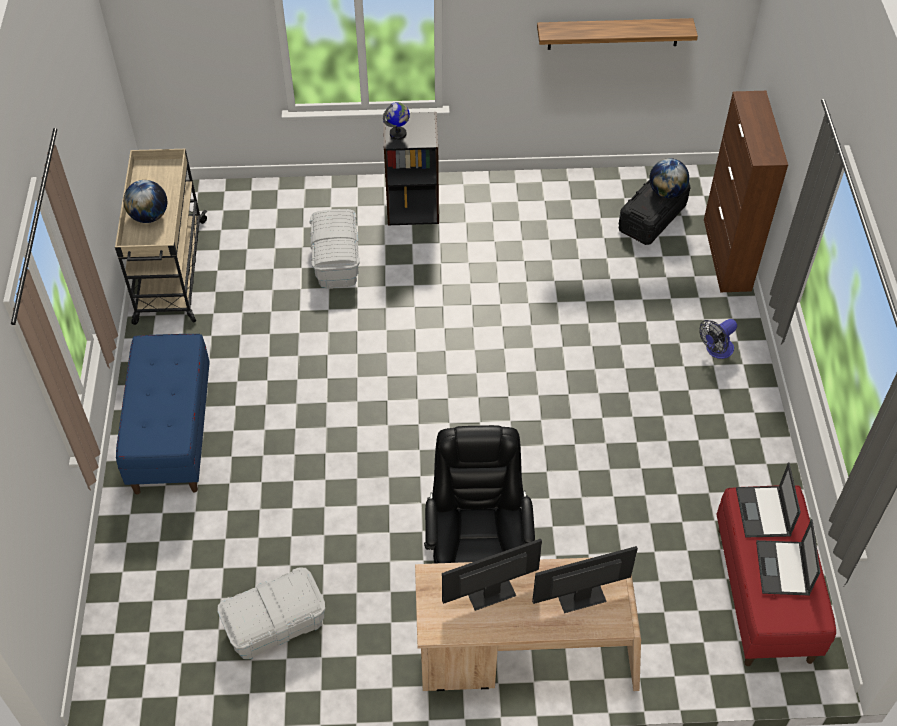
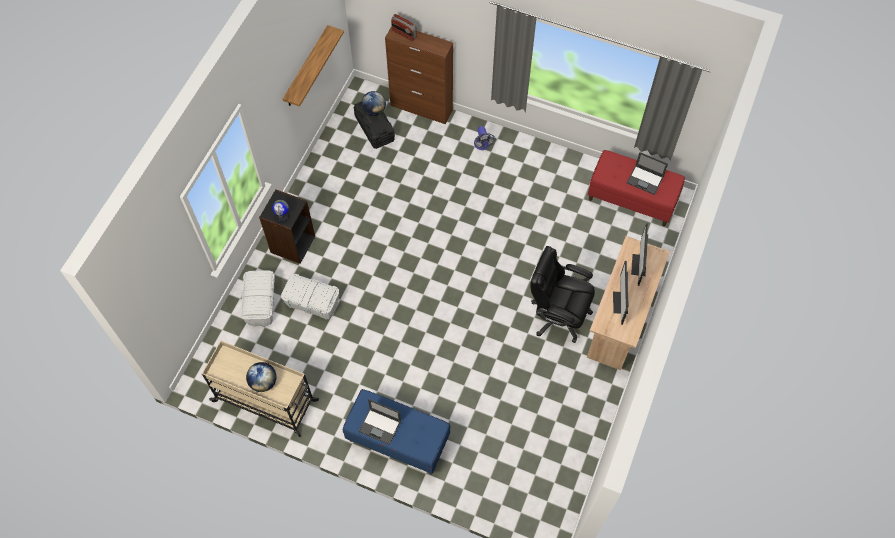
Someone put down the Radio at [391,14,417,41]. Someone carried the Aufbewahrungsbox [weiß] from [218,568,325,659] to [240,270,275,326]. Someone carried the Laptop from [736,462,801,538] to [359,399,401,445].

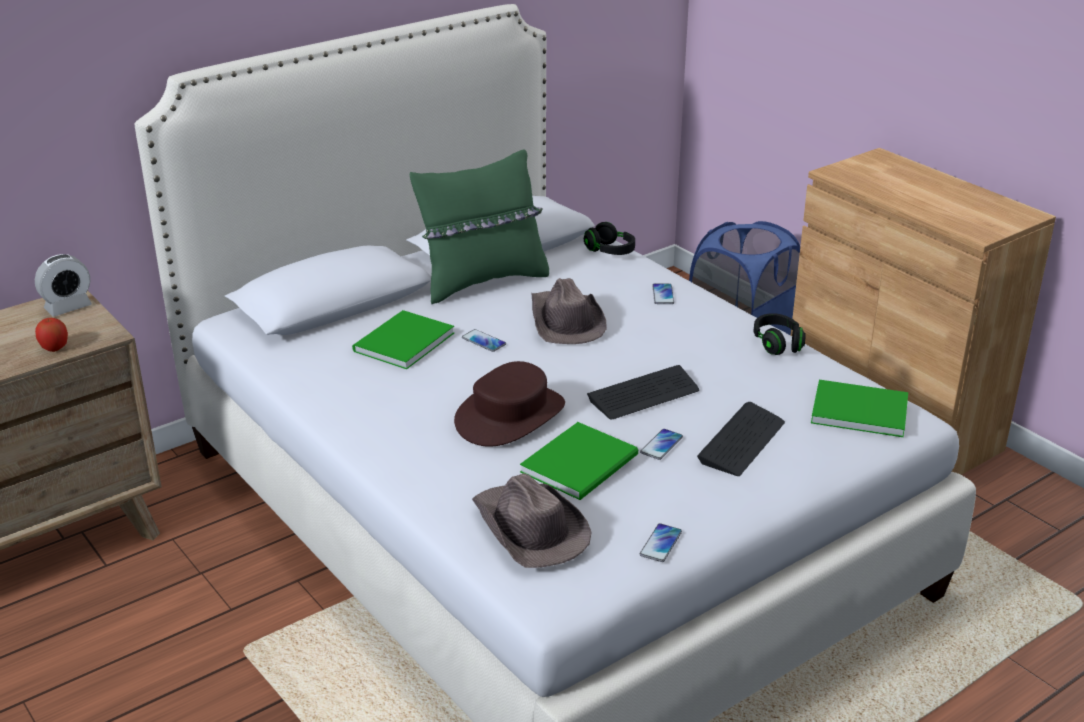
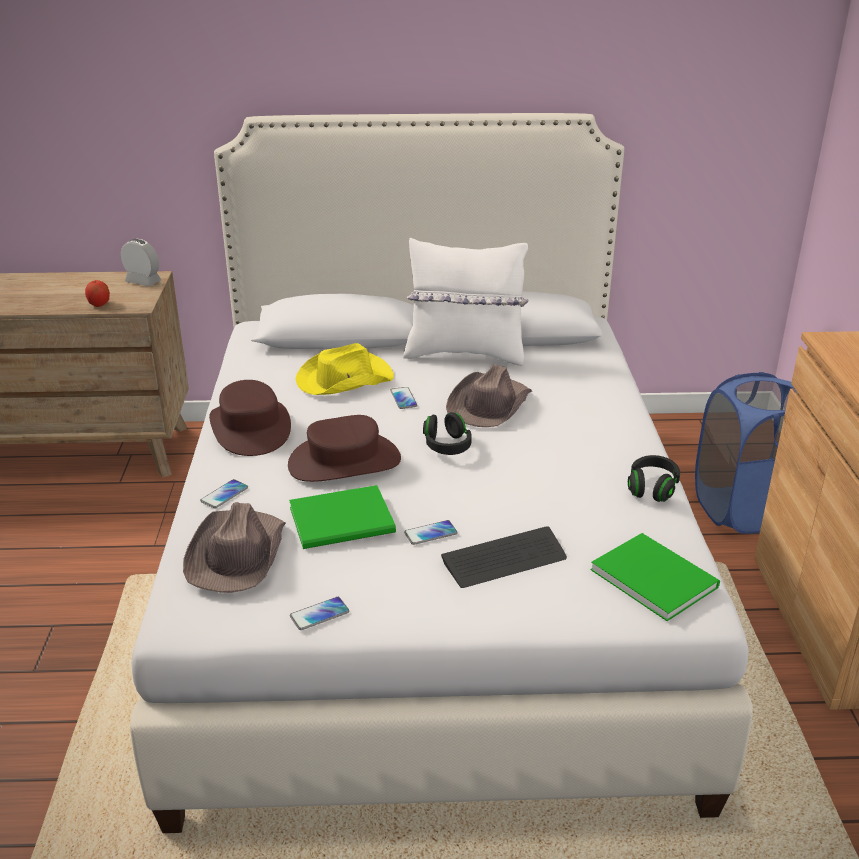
Someone took away the Tastatur at [587,365,699,420]. Someone put down the Hut [braun] at [209,380,291,456]. Someone carried the Kopfhörer [schwarz] from [584,222,635,255] to [423,412,472,455]. Someone carried the Handy from [652,284,674,304] to [200,479,248,508]. Someone swapped the Buch [grün] at [352,310,454,369] for the Hut [gelb] at [296,343,394,395]. Someone repainted the Kissen [grün] at [410,150,549,304], which became the Kissen [weiß] at [403,238,529,366]. Someone rotated the Wecker at [35,254,92,316] by 150 degrees counterclockwise.

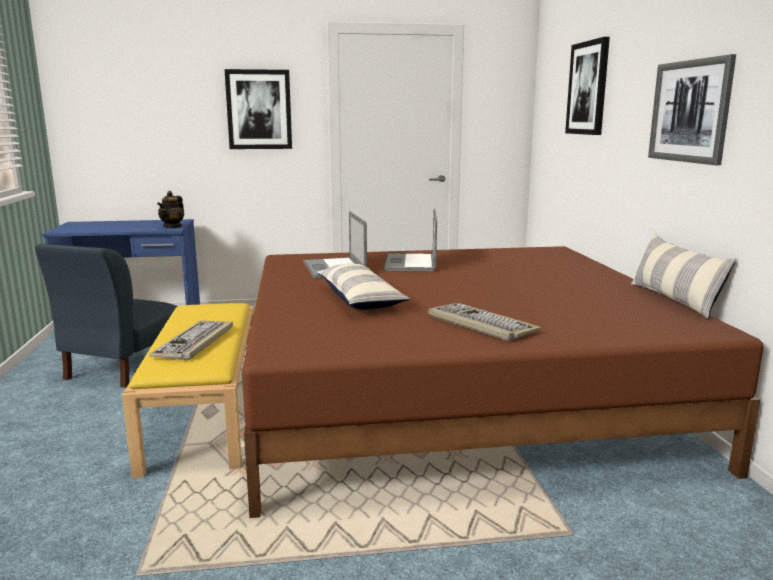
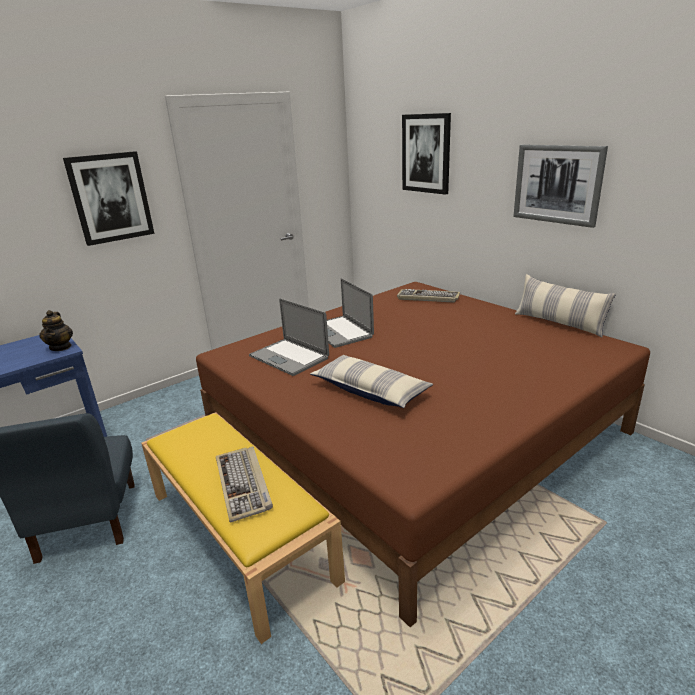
Someone carried the Tastatur from [428,303,541,341] to [397,289,460,303].

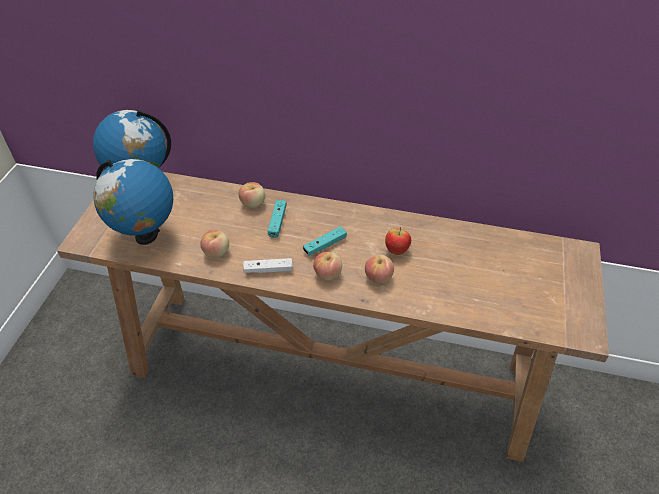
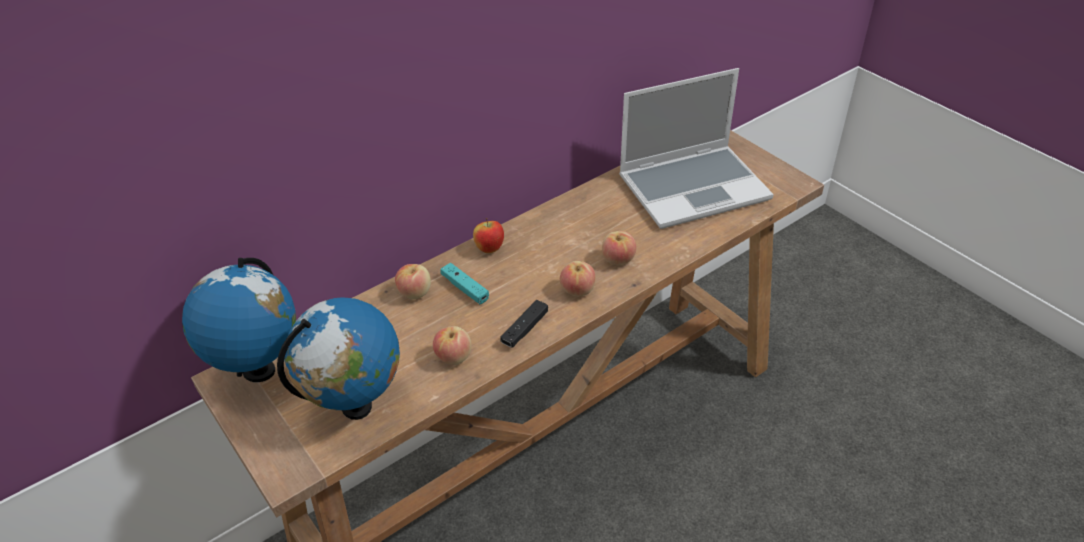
Someone took away the Gamepad [türkis] at [303,226,347,256]. Someone put down the Laptop at [619,68,774,229]. Someone carried the Apfel from [385,227,411,255] to [473,218,504,253]. Someone repainted the Gamepad [weiß] at [243,258,292,273], which became the Gamepad [schwarz] at [500,300,548,348].

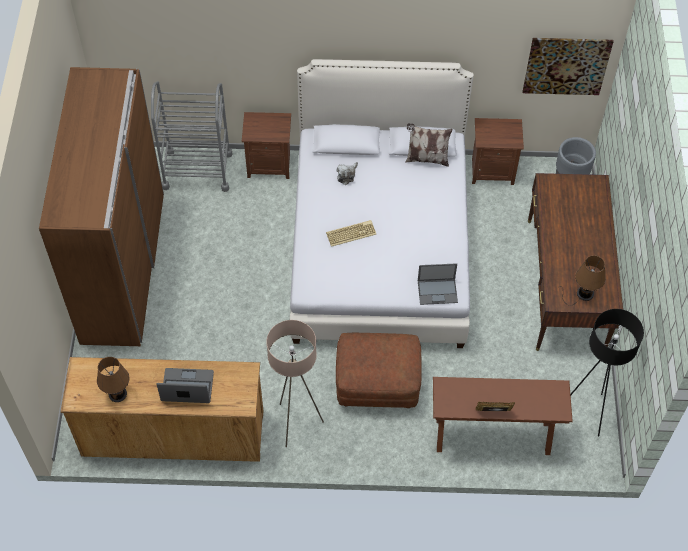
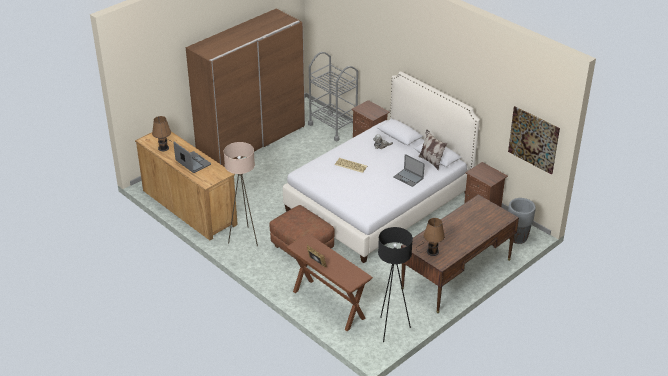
Someone carried the Laptop from [418,263,458,305] to [393,154,425,187].

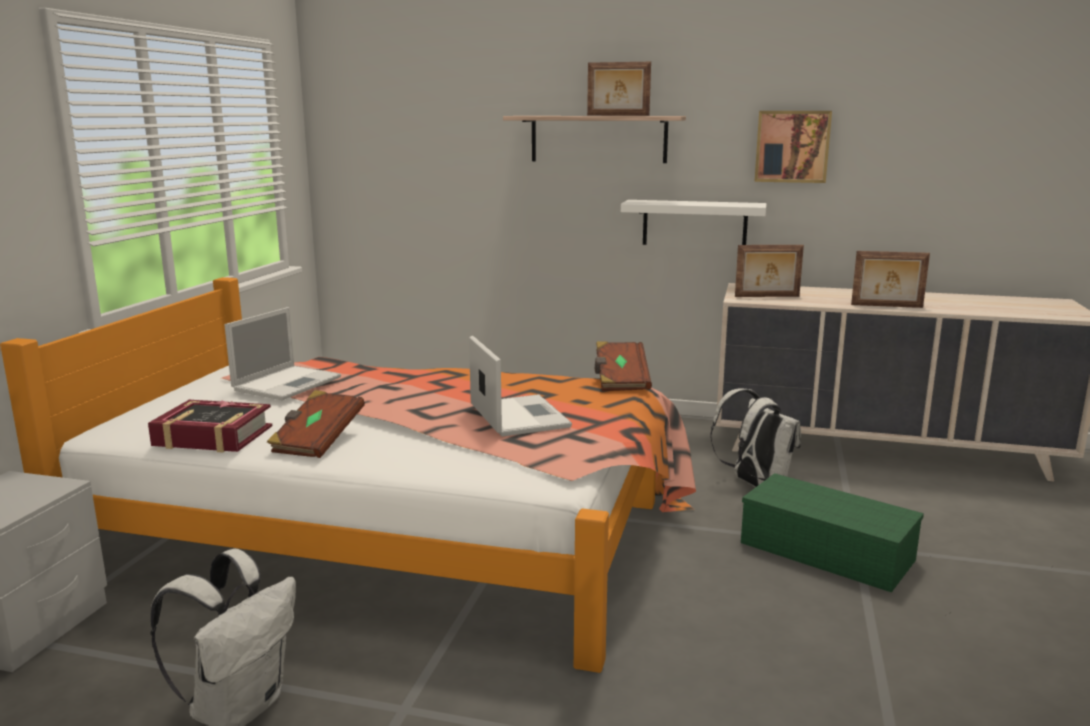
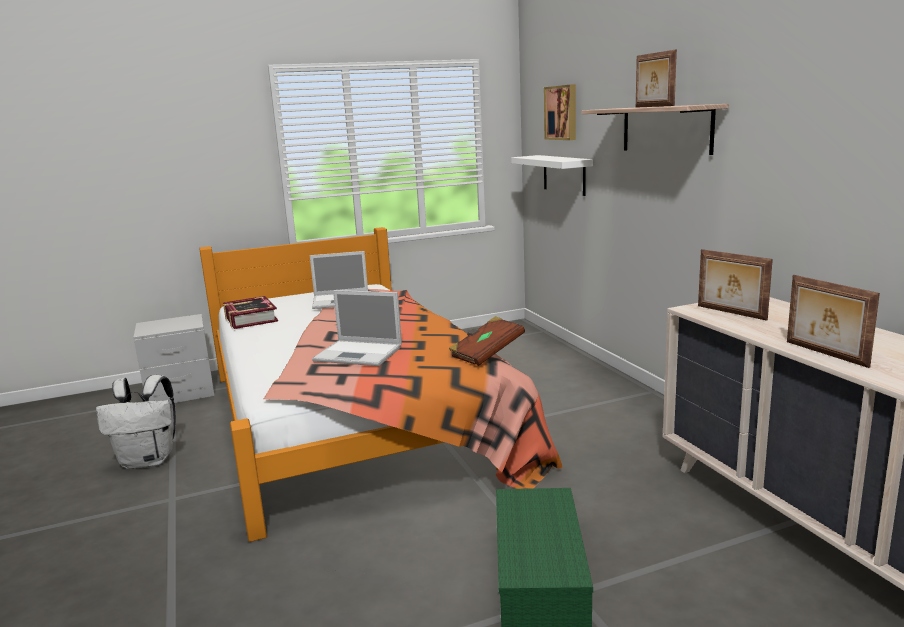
Someone took away the Buch [braun] at [266,390,365,458]. Someone took away the Rucksack [weiß] at [710,388,801,487]. Someone carried the Wandregal [weiß] from [621,200,767,245] to [511,155,593,196]. Someone carried the Bild from [754,111,832,183] to [544,84,576,140]. Someone rotated the Laptop at [469,336,572,437] by 75 degrees clockwise.

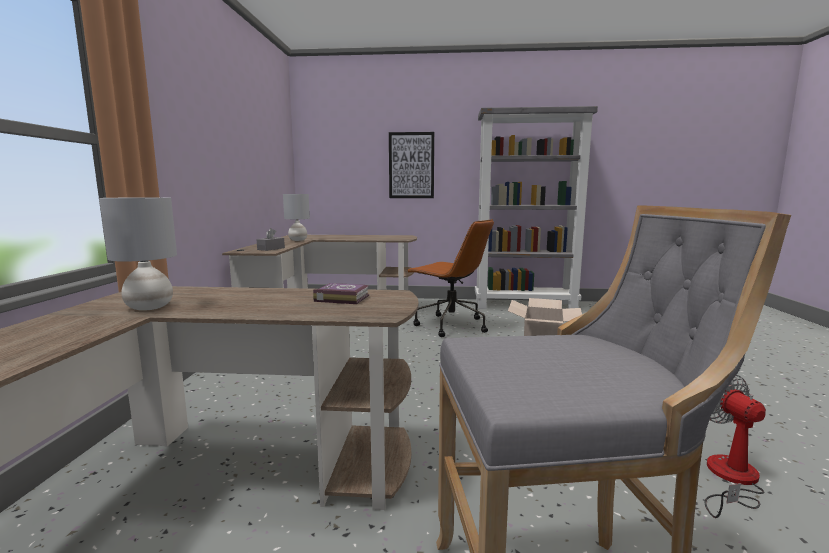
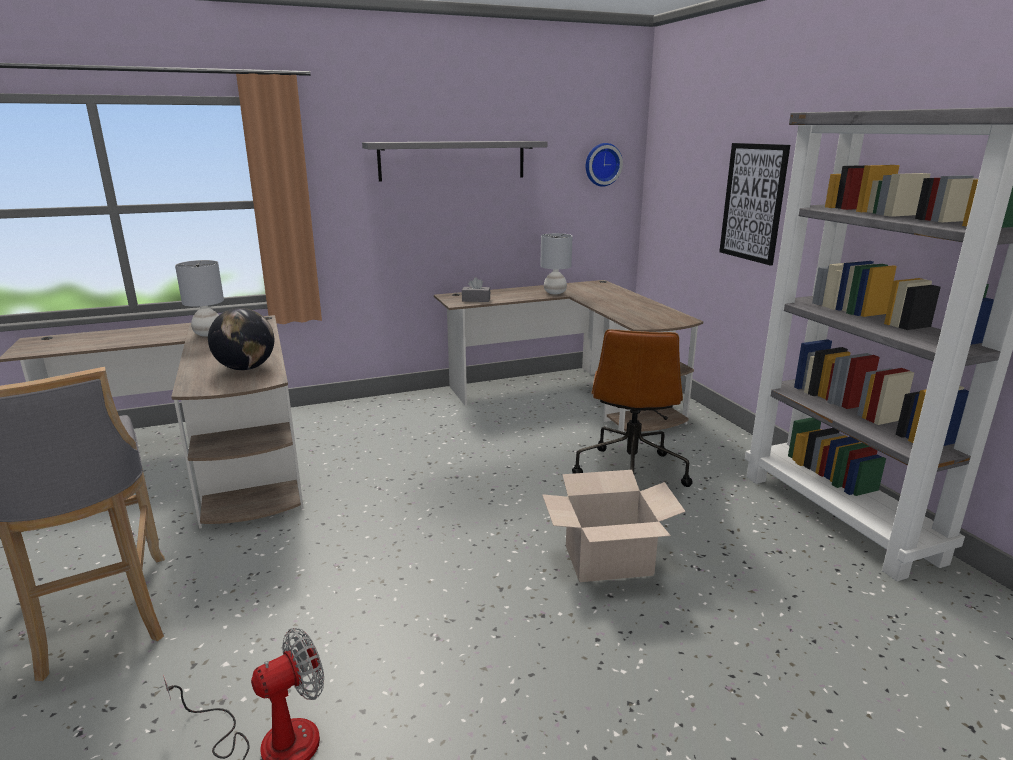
Someone put up the Wandregal [grau] at [362,141,547,182]. Someone put up the Wanduhr at [586,143,623,187]. Someone swapped the Buch at [313,283,369,304] for the Globus at [208,308,274,370].

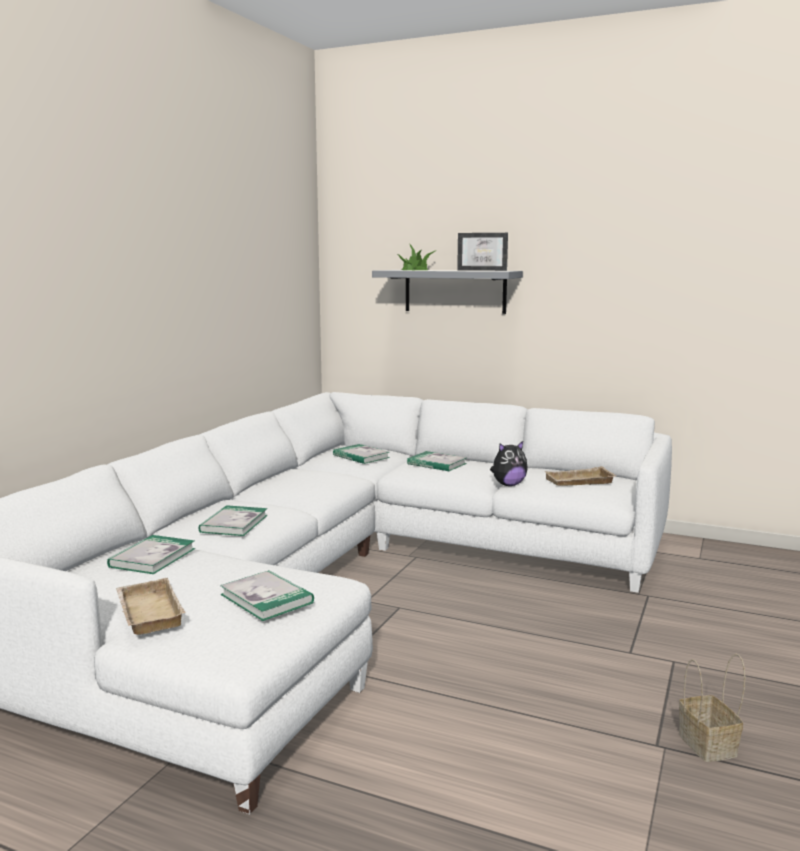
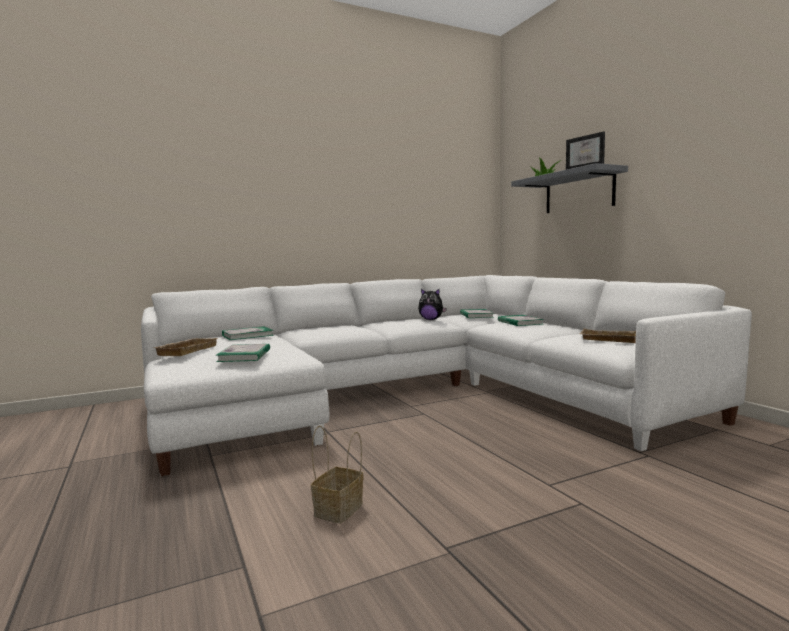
Someone took away the Buch at [199,505,268,536]. Someone carried the Plüschtier from [490,441,528,486] to [418,289,446,320]. Someone carried the Korb from [679,654,745,762] to [311,426,364,524].

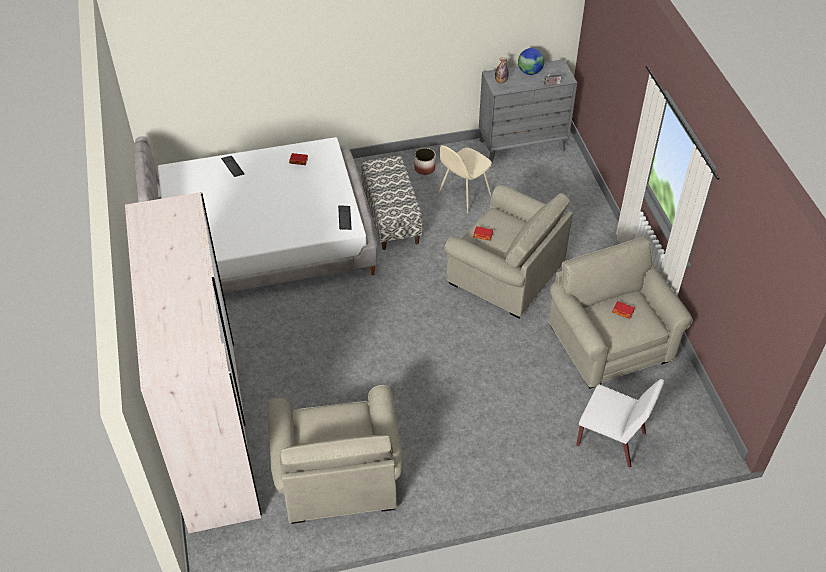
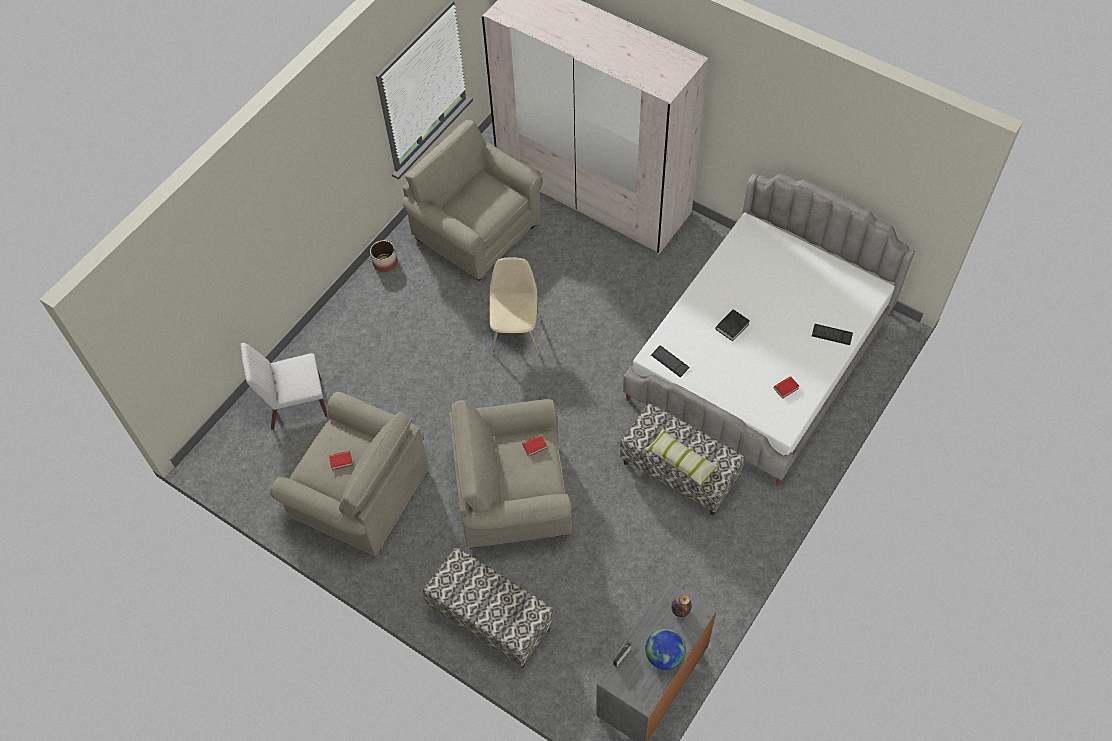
Someone put down the Bank at [423,547,554,668]. Someone put down the Kissen at [644,429,719,487]. Someone put down the Buch [schwarz] at [716,309,750,341]. Someone carried the Pflanzkübel from [414,148,435,175] to [370,240,397,272]. Someone carried the Stuhl [beige] from [438,145,492,213] to [489,257,540,354].

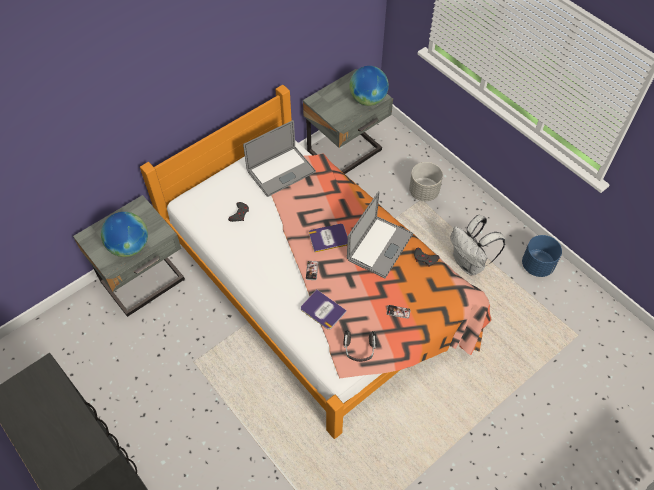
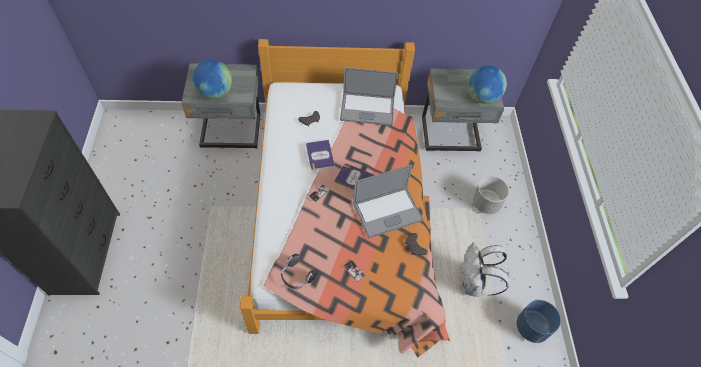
Someone carried the Buch from [301,290,347,330] to [306,140,335,170].

